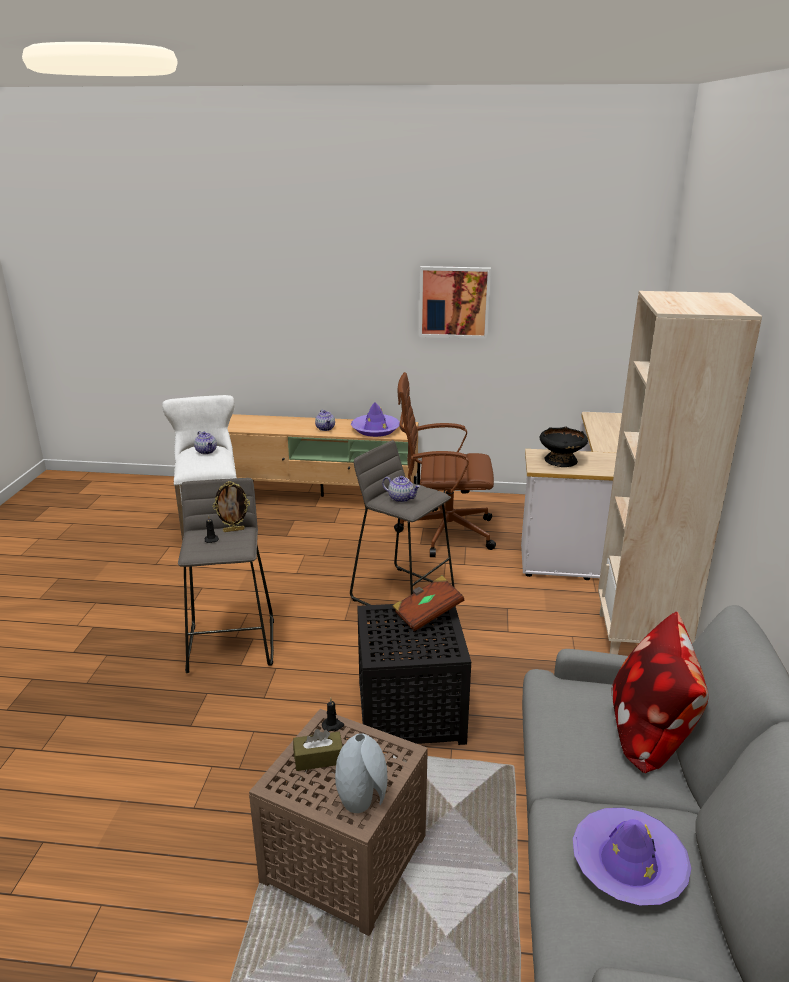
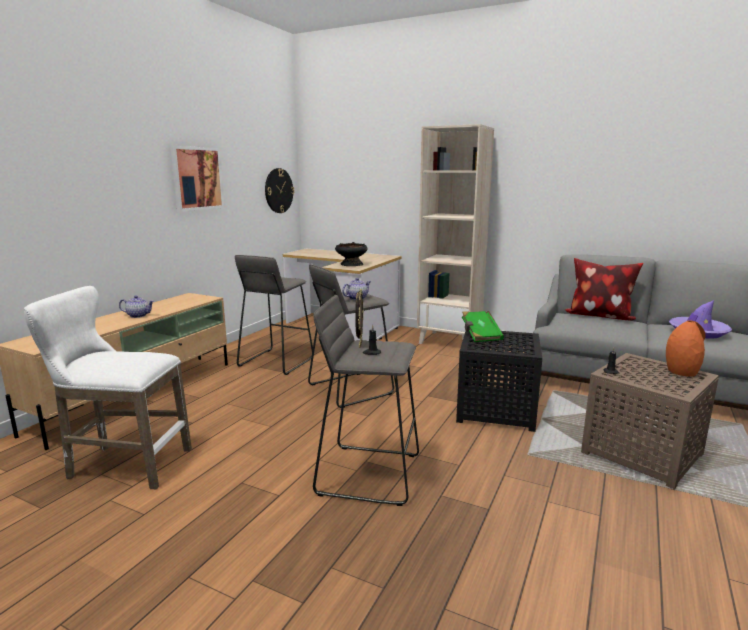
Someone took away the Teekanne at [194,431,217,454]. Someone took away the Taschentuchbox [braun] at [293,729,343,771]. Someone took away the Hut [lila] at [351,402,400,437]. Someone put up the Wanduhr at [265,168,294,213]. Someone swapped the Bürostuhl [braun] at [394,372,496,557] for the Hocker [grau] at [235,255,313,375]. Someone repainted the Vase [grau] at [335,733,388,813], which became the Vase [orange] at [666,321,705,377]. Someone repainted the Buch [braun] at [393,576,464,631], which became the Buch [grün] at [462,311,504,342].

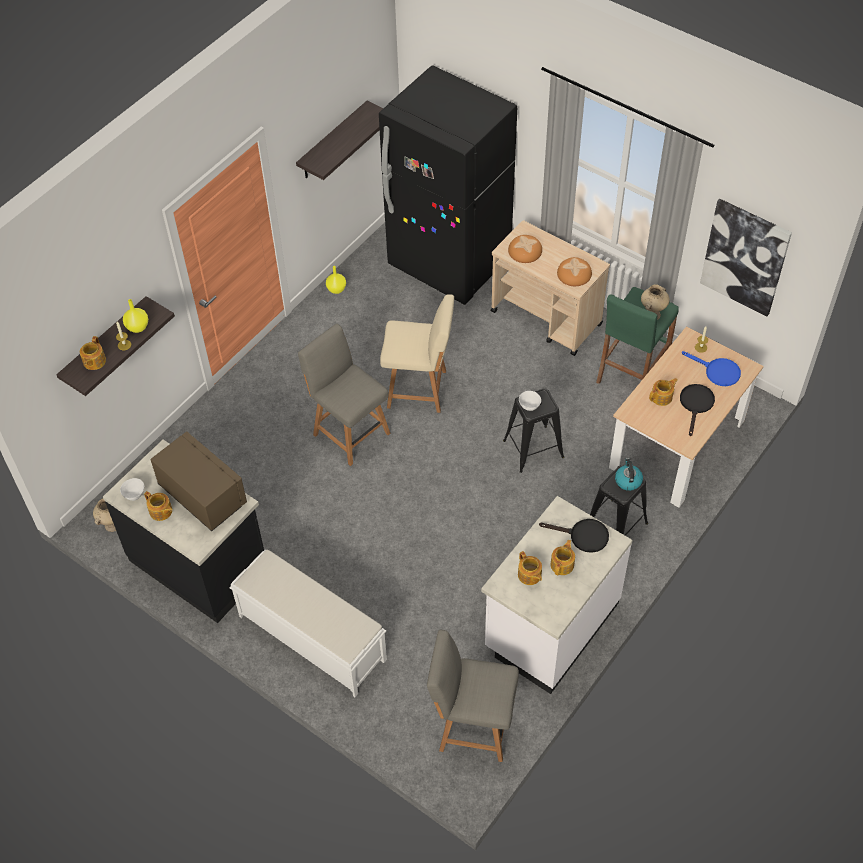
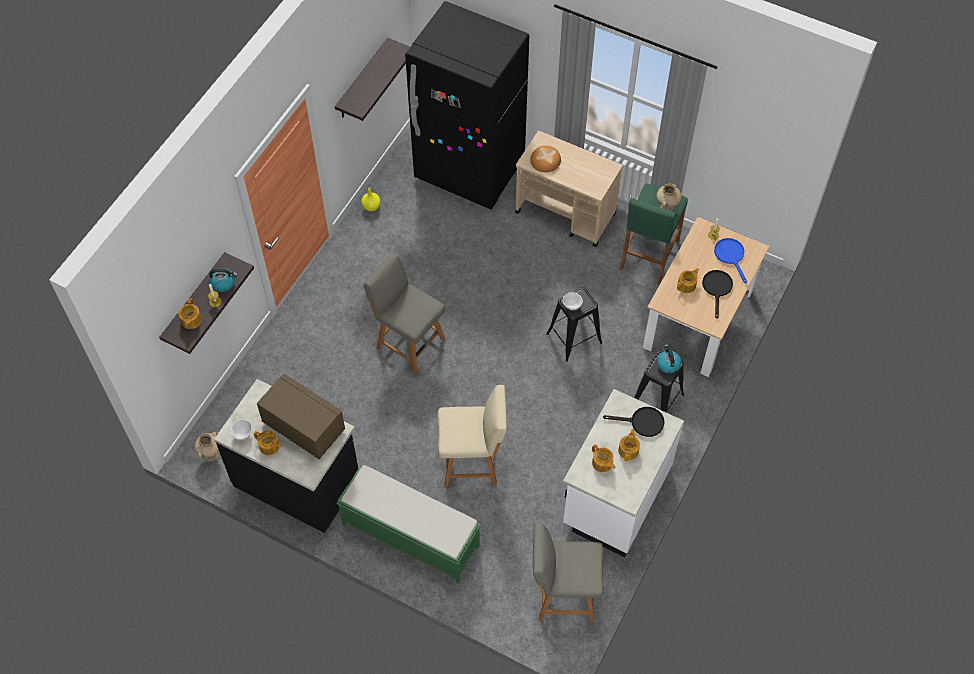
Someone took away the Brot at [557,257,592,286]. Someone took away the Bild at [700,199,792,316]. Someone carried the Stuhl [beige] from [380,294,454,413] to [438,385,507,486]. Someone swapped the Vase [gelb] at [123,299,148,333] for the Wasserkessel at [209,268,237,292]. Someone repainted the Bank [weiß] at [229,550,387,697], which became the Bank [grün] at [336,465,481,583]. Someone rotated the Pfanne [blau] at [682,351,741,386] by 135 degrees counterclockwise.

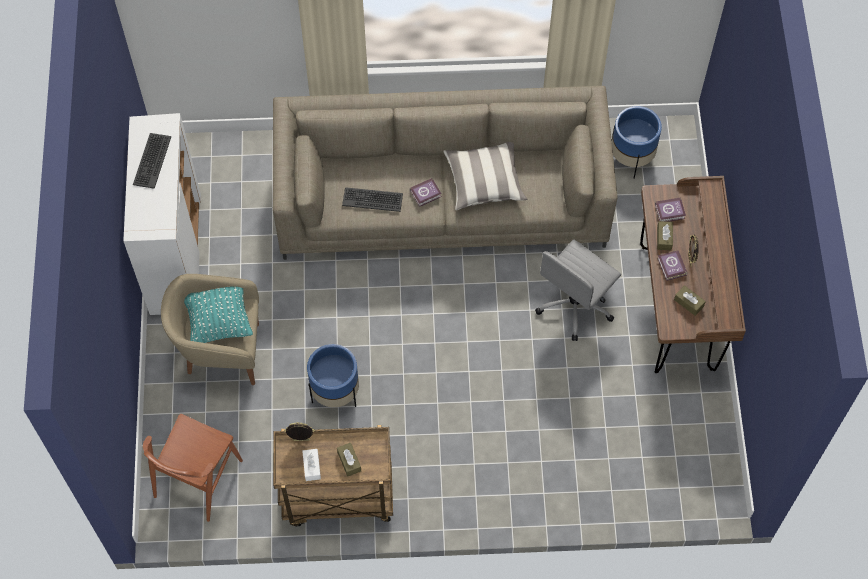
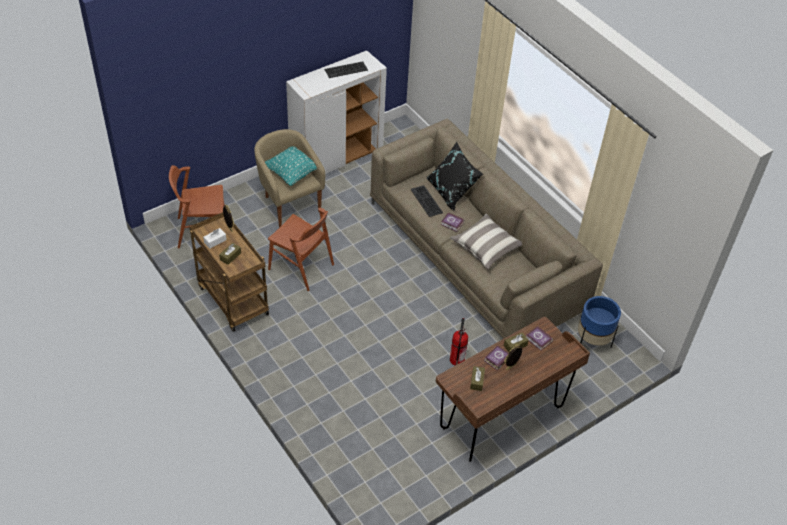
Someone put down the Kissen [schwarz] at [427,142,483,211]. Someone swapped the Pflanzkübel [blau] at [307,344,359,407] for the Stuhl [braun] at [268,208,334,291]. Someone swapped the Bürostuhl [grau] at [535,240,621,341] for the Feuerlöscher at [450,318,468,365].

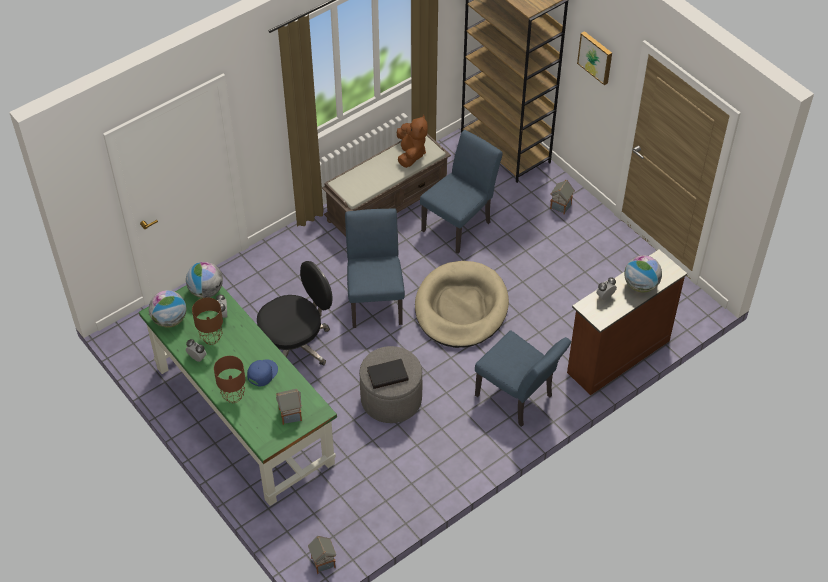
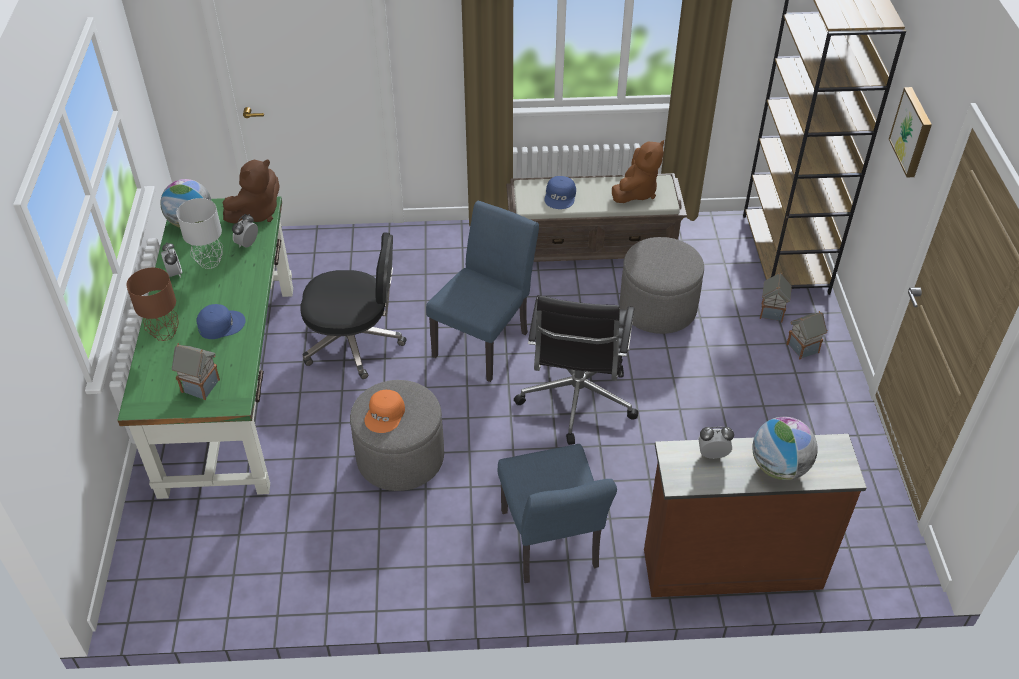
Someone put down the Kappe [blau] at [544,176,576,209]. Someone carried the Spielzeughaus from [308,536,336,574] to [760,273,792,323]. Someone swapped the Globus at [186,262,223,298] for the Plüschtier [braun] at [223,160,280,224]. Someone swapped the Buch [schwarz] at [367,359,409,389] for the Kappe [orange] at [364,390,405,433]. Someone swapped the Hundebett [beige] at [415,261,509,348] for the Bürostuhl [schwarz] at [514,295,638,445]. Someone swapped the Stuhl [blau] at [420,130,503,254] for the Polsterhocker [grau] at [620,237,704,334]. Someone repainted the Tischlampe [braun] at [192,297,223,345], which became the Tischlampe [grau] at [176,198,223,269].

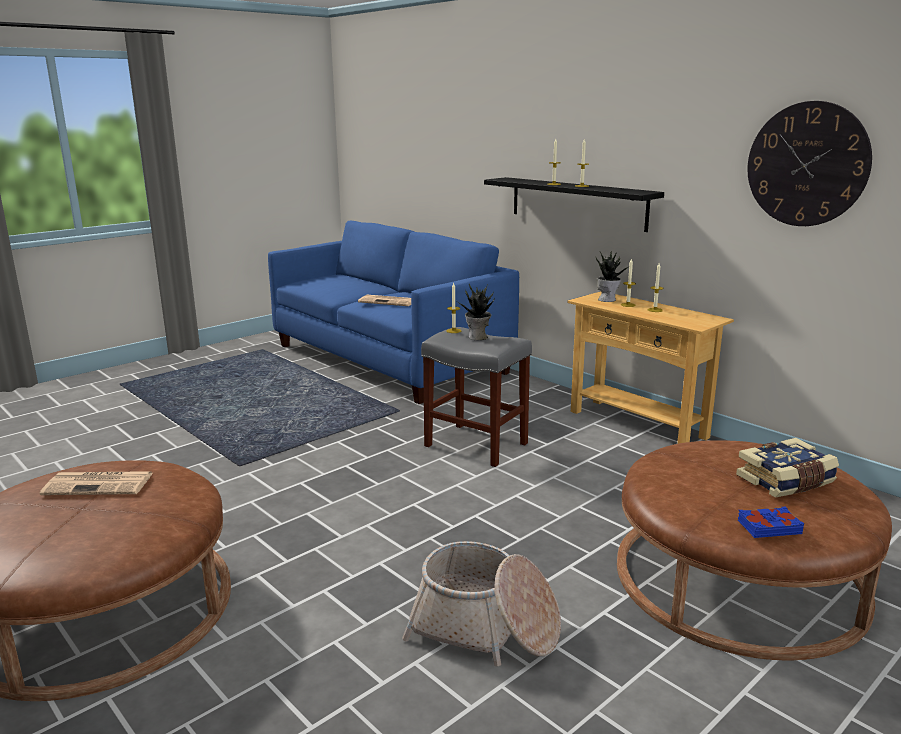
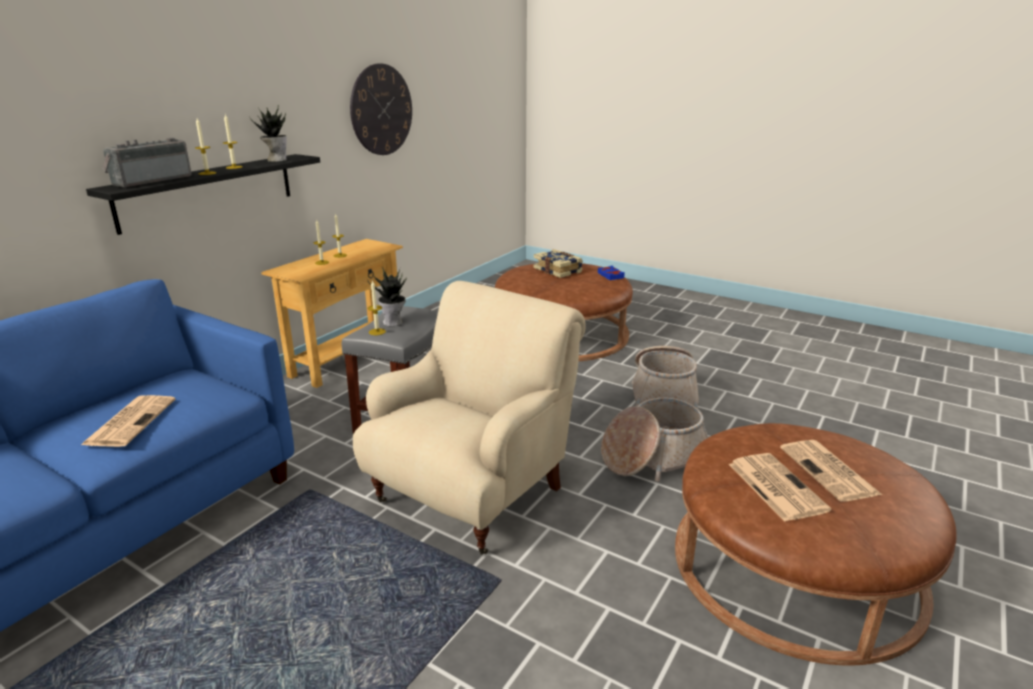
Someone put down the Radio at [102,138,192,188]. Someone put down the Sessel [beige] at [353,281,586,555]. Someone put down the Korb at [601,398,708,482]. Someone put down the Zeitung at [780,440,882,502]. Someone carried the Topfpflanze from [596,252,628,302] to [250,105,287,162].

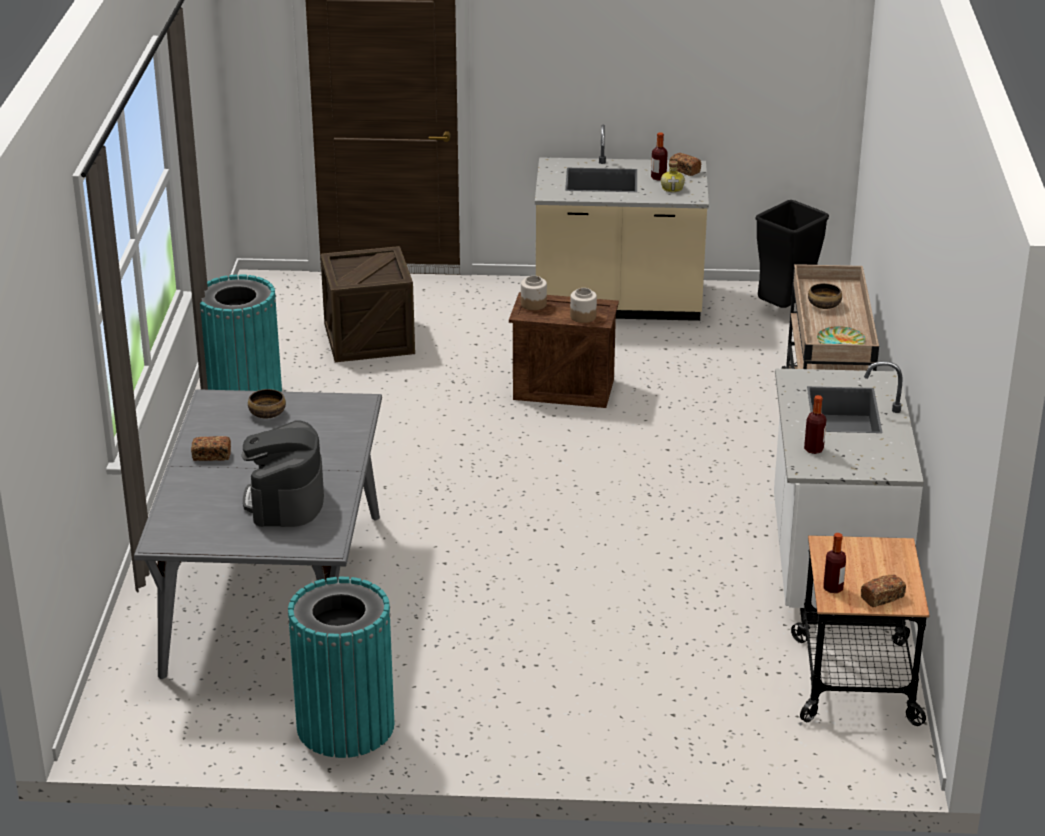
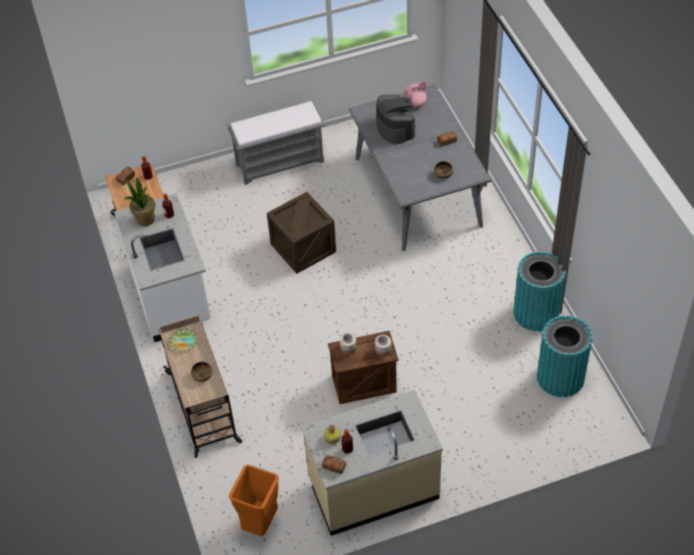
Someone put down the Topfpflanze at [124,178,155,227]. Someone put down the Bank [grau] at [228,101,325,185]. Someone put down the Teekanne [rosa] at [403,81,428,107]. Someone carried the Mülleimer [türkis] from [288,577,394,758] to [537,315,593,397]. Someone carried the Kiste from [320,246,415,362] to [267,192,336,274]. Someone repainted the Mülleimer [schwarz] at [755,200,829,308], which became the Mülleimer [orange] at [229,465,279,536].

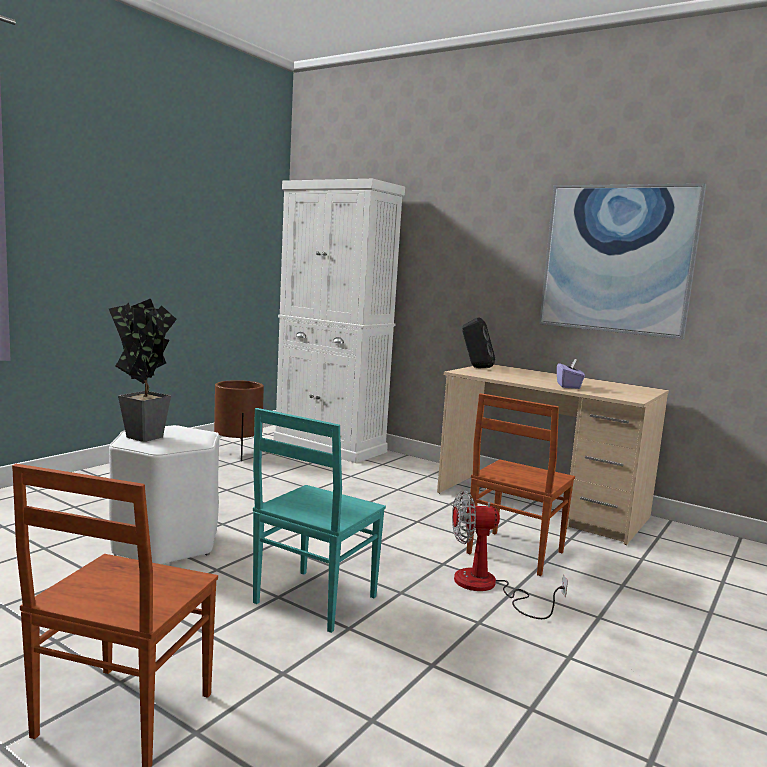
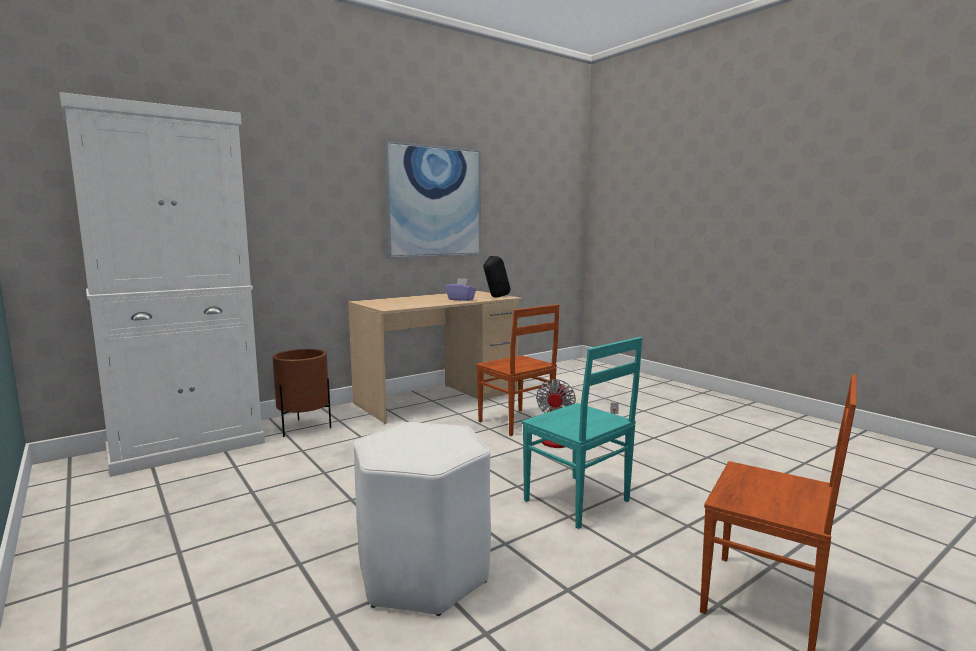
Someone took away the Topfpflanze at [109,298,177,442]. Someone carried the Pflanzkübel [braun] from [214,380,264,461] to [273,349,331,437]. Someone carried the Lautsprecher [schwarz] from [462,318,495,368] to [483,256,511,298].

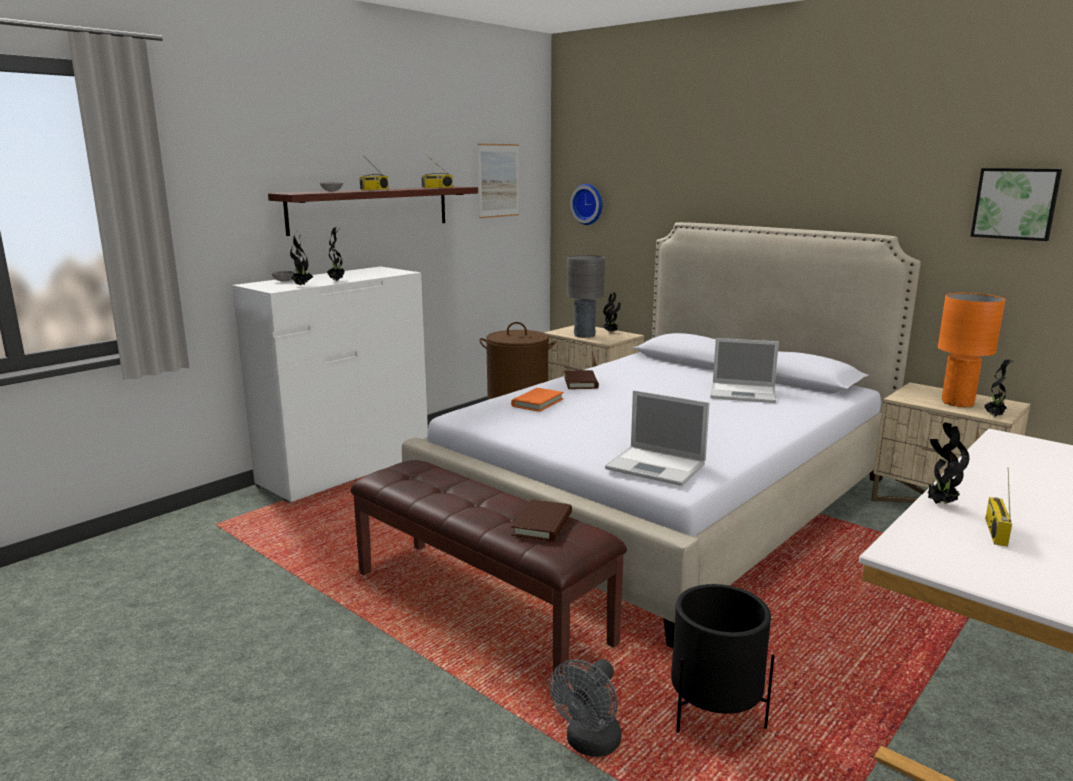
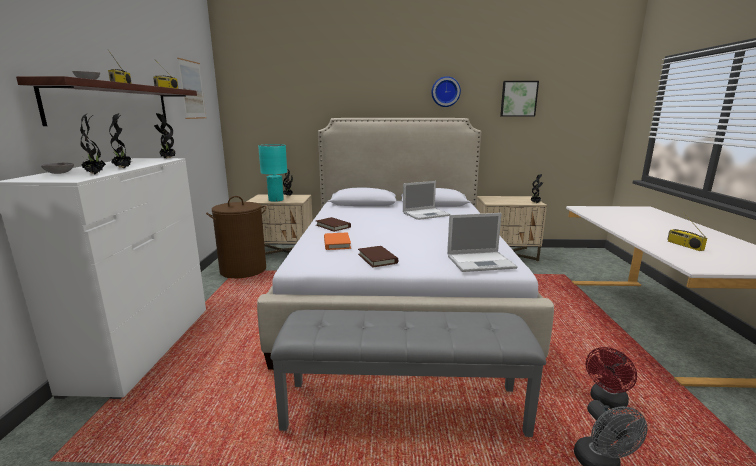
Someone took away the Tischlampe [orange] at [938,293,1005,407]. Someone carried the Buch [braun] from [511,499,572,542] to [358,246,398,268]. Someone carried the Wanduhr from [570,184,603,225] to [432,76,461,107]. Someone carried the Topfpflanze from [927,422,969,504] to [154,113,175,159]. Someone swapped the Pflanzkübel [schwarz] at [671,584,775,733] for the Ventilator [rot] at [586,347,637,409]. Someone repainted the Bank [braun] at [351,460,627,683], which became the Bank [grau] at [271,310,546,437]. Someone repainted the Tischlampe [grau] at [567,255,605,338], which became the Tischlampe [türkis] at [258,144,287,202].

